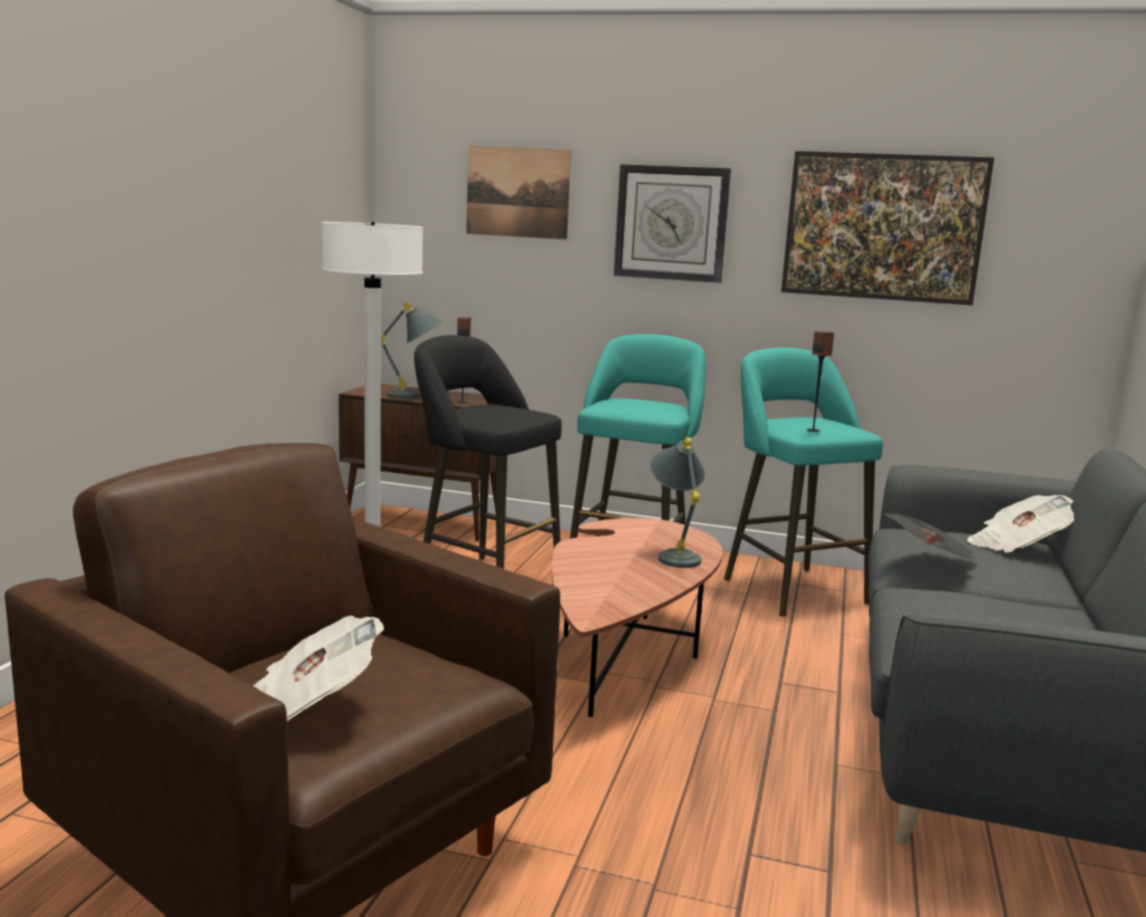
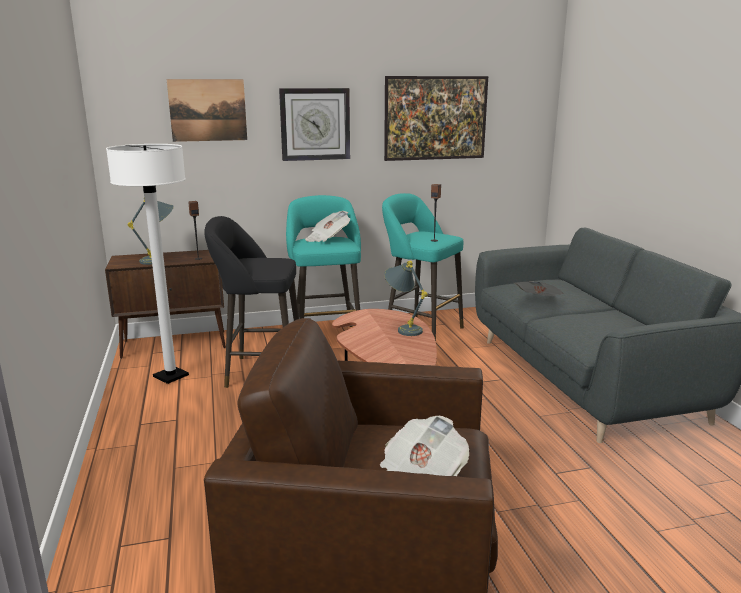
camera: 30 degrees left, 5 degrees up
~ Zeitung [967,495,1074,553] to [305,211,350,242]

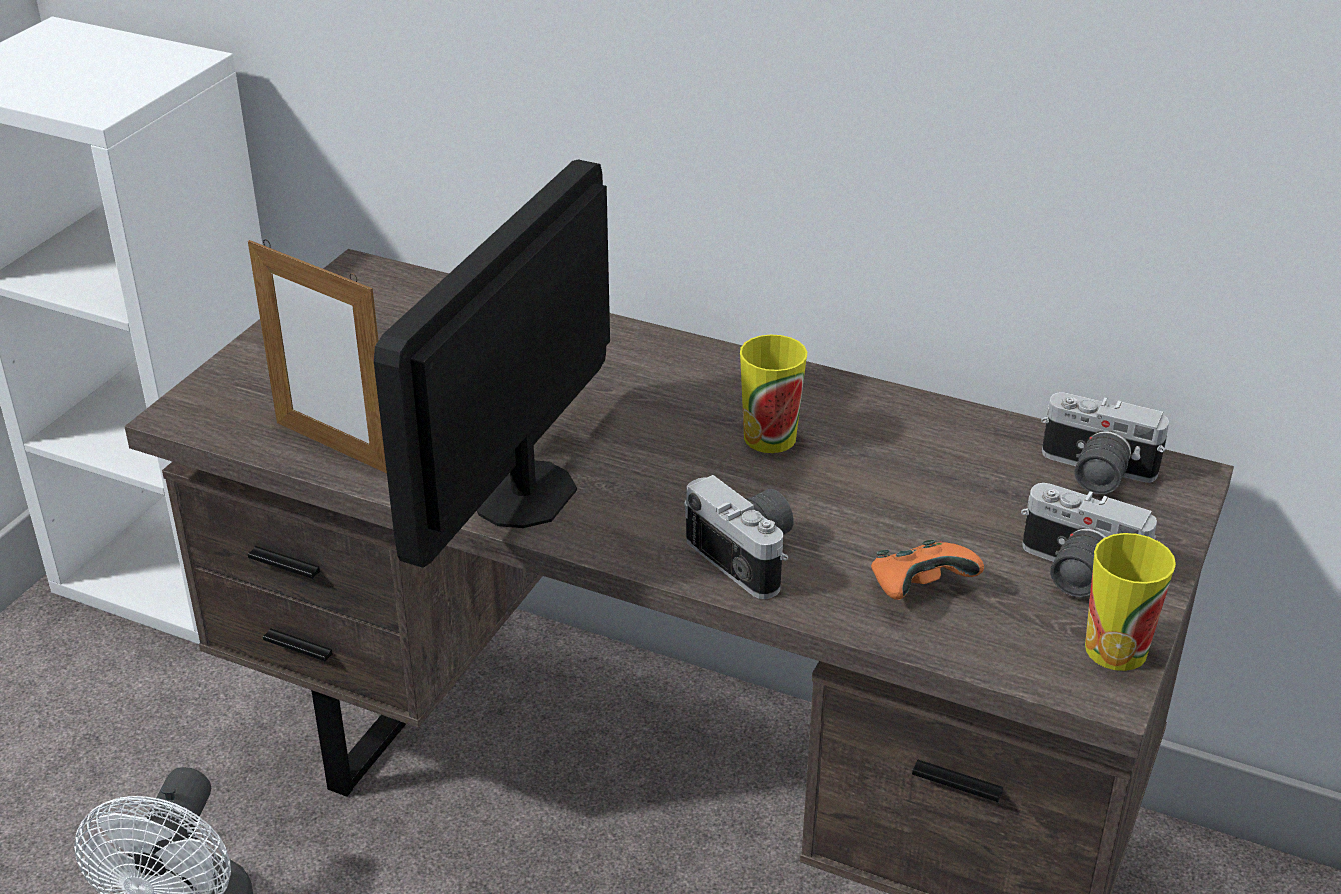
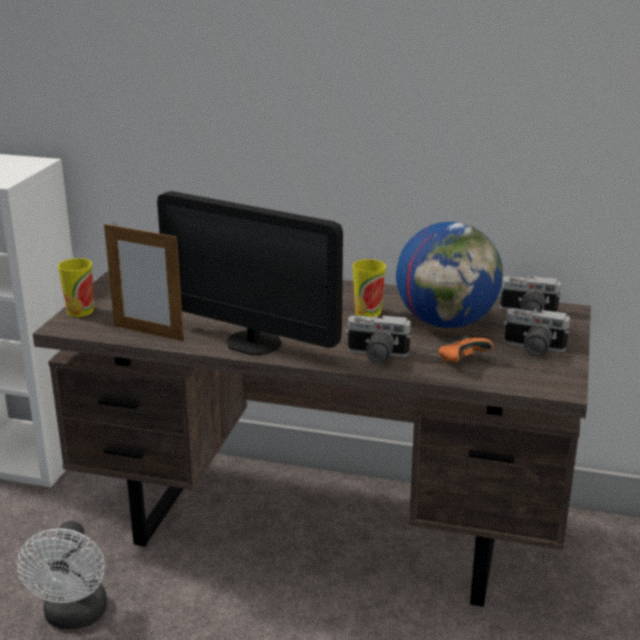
camera: 10 degrees left, 10 degrees down
~ Monitor [374,159,610,568] = [157,191,343,356] 75 degrees counterclockwise
~ Kamera [684,475,794,599] = [345,315,411,364] 150 degrees clockwise
~ Tasse [1085,533,1176,671] to [58,258,94,317]
+ Globus [396,222,503,328]

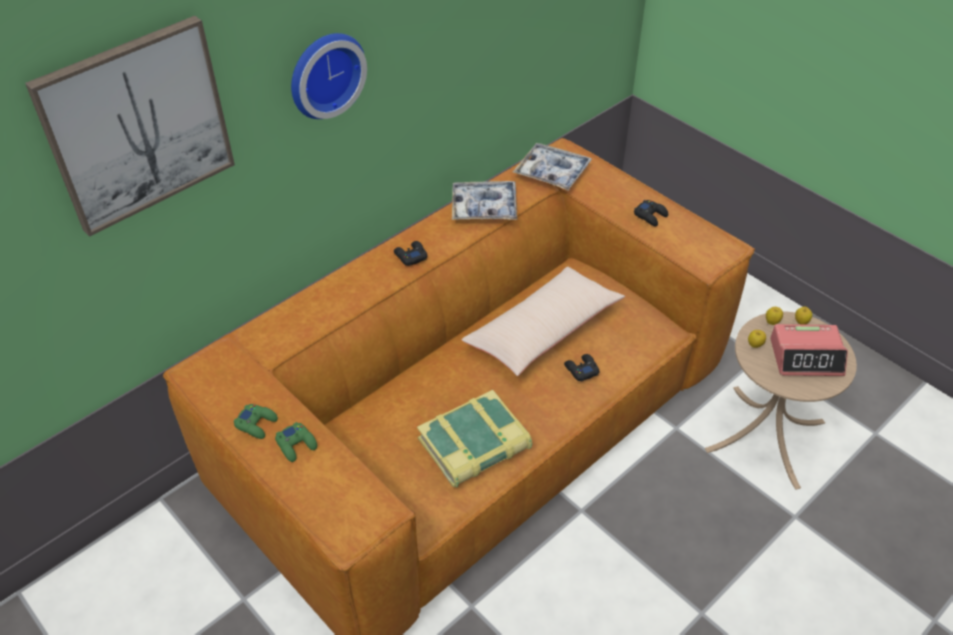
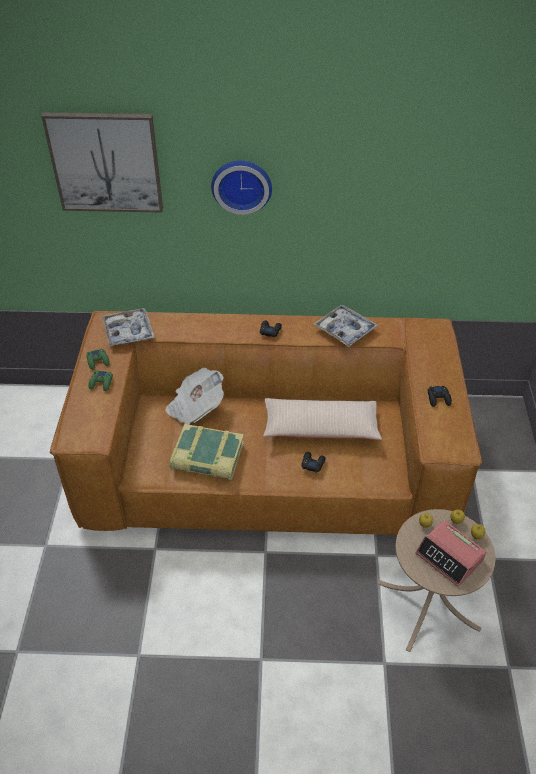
camera: 45 degrees right, 0 degrees up
~ Tablett [513,143,592,191] to [102,308,155,347]
+ Zeitung [165,368,224,425]

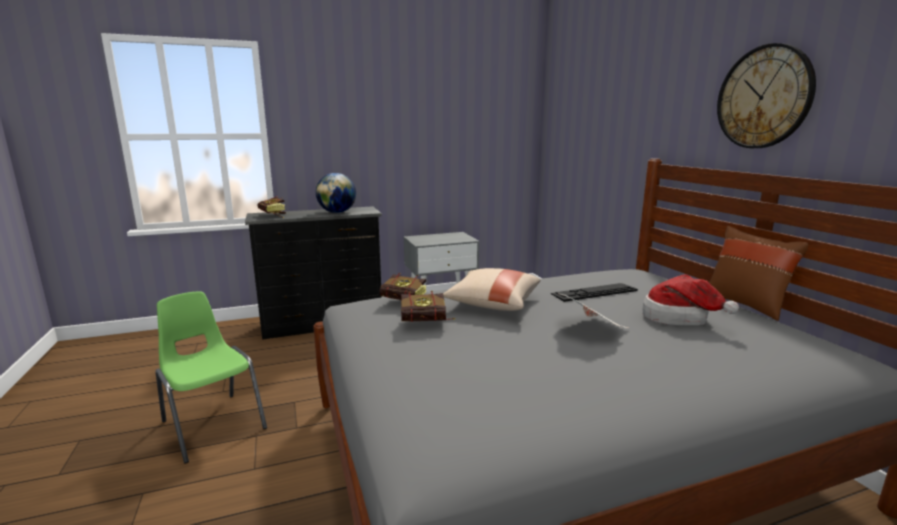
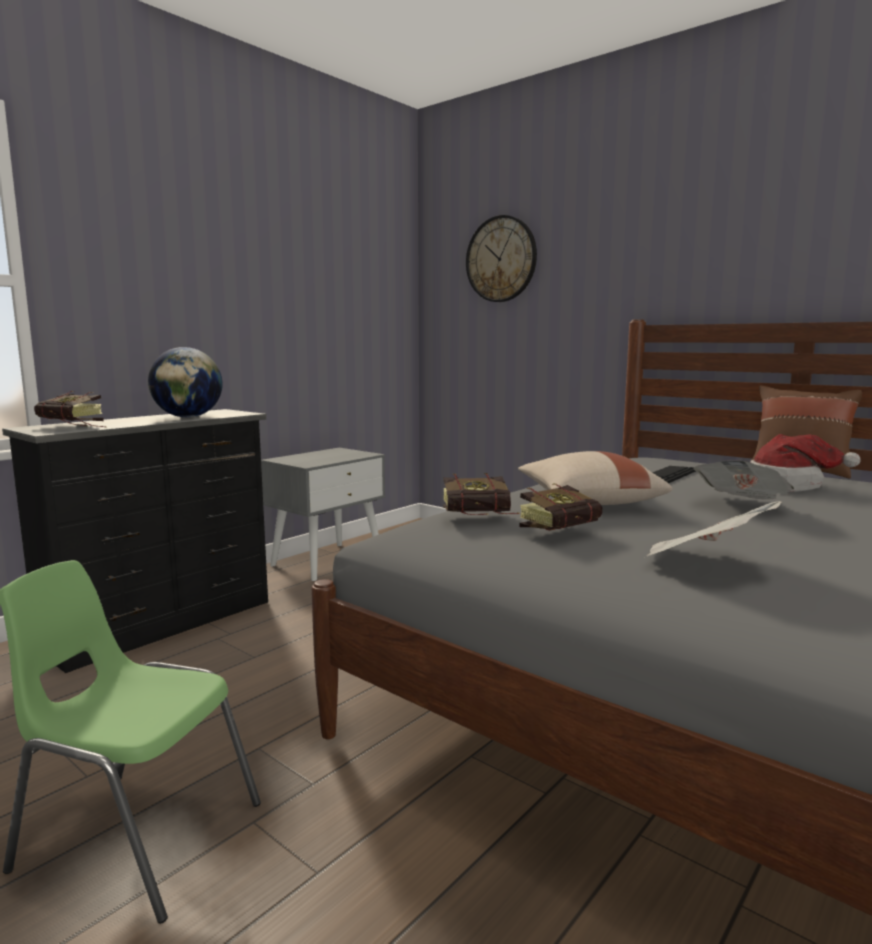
camera: 30 degrees left, 5 degrees down
~ Wanduhr [717,43,816,148] to [466,215,537,302]
+ Zeitung [648,501,782,556]

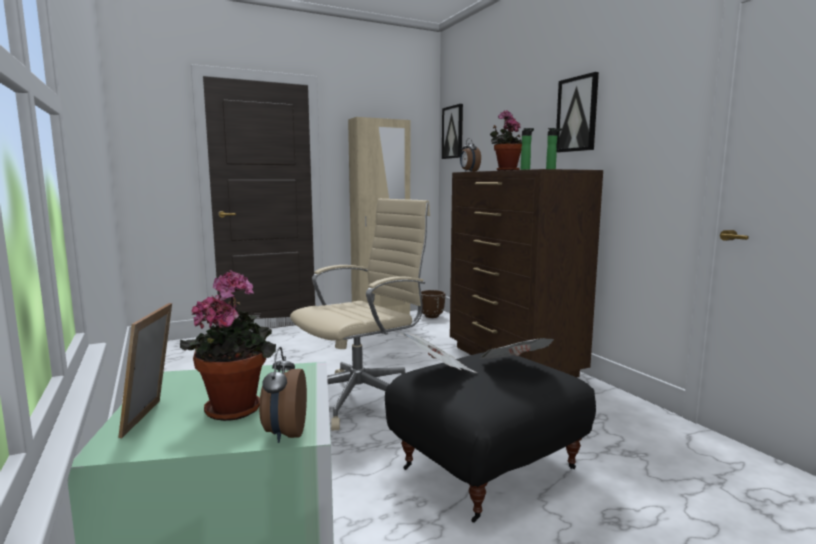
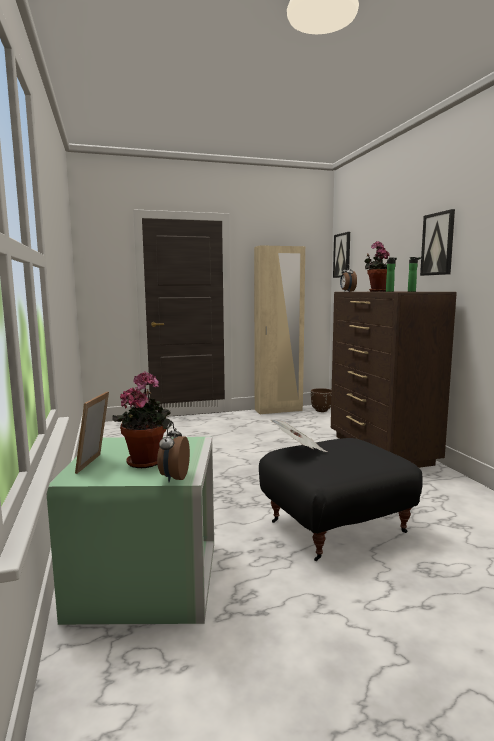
camera: 10 degrees right, 0 degrees up
- Bürostuhl [beige] [290,199,430,431]
- Zeitung [480,338,554,359]

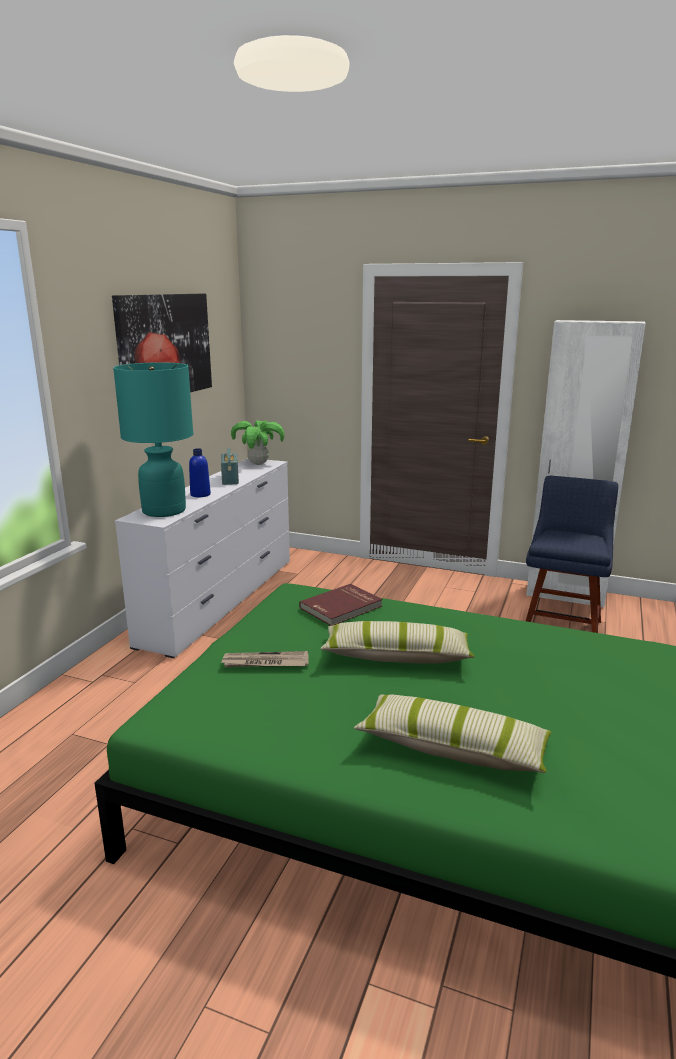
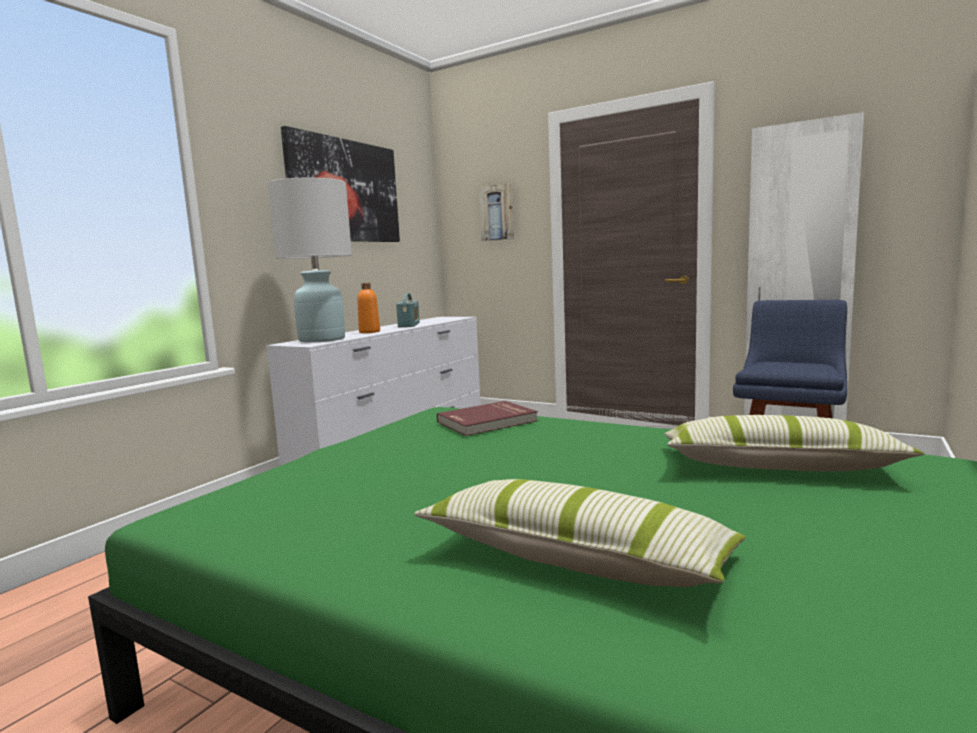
camera: 10 degrees right, 10 degrees down
~ Tischlampe [türkis] [113,362,193,517] to Tischlampe [weiß] [267,178,352,343]
~ Flasche [blau] [189,448,211,497] to Flasche [orange] [357,283,380,333]
- Zeitung [221,651,309,667]
- Topfpflanze [231,420,284,465]
~ Kissen [320,621,475,664] to [665,415,925,471]
+ Bild [479,183,514,241]

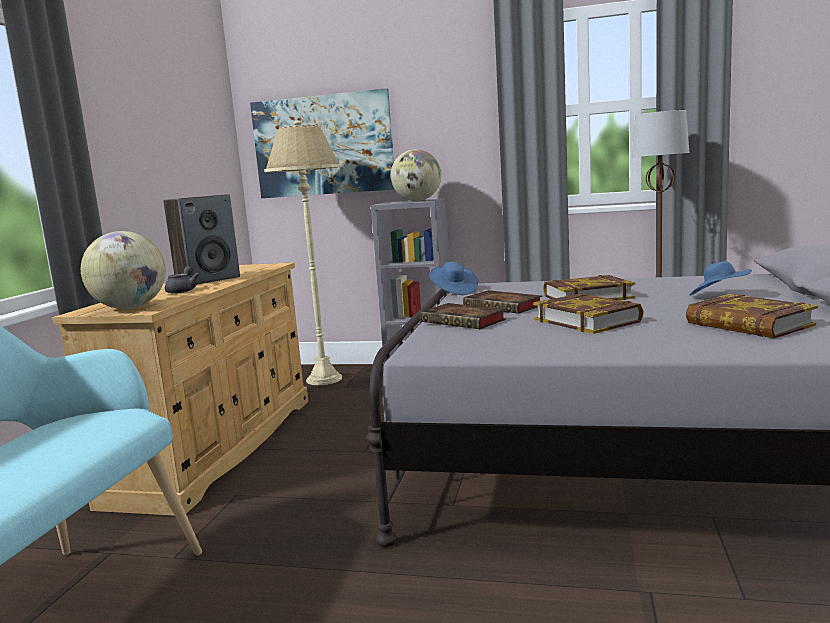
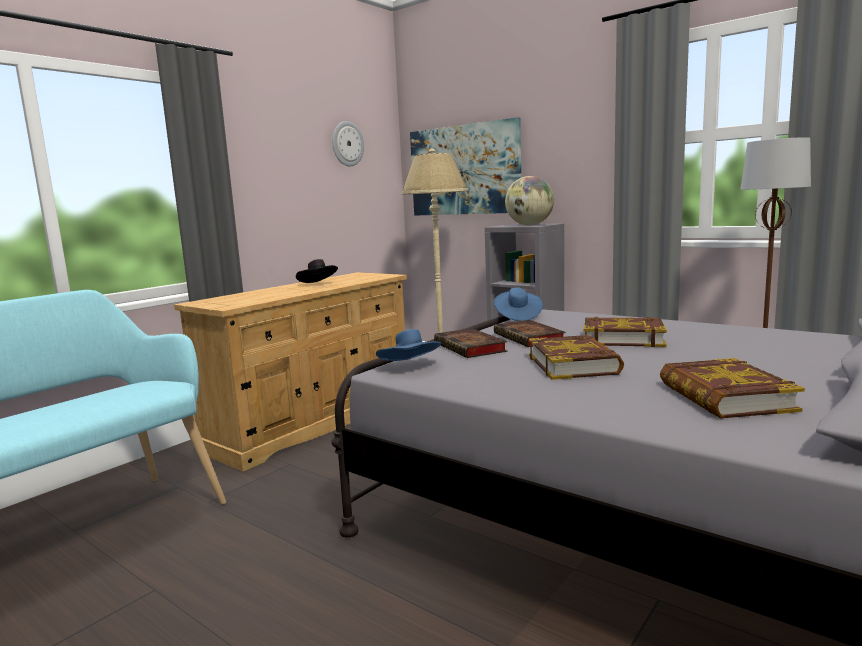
camera: 25 degrees right, 0 degrees up
- Globus [81,231,166,309]
~ Lautsprecher [164,194,240,285] to Hut [schwarz] [296,259,338,283]
- Teekanne [grau] [165,266,200,294]
~ Hut [blau] [690,261,752,296] to [376,329,442,361]
+ Wanduhr [332,121,364,166]

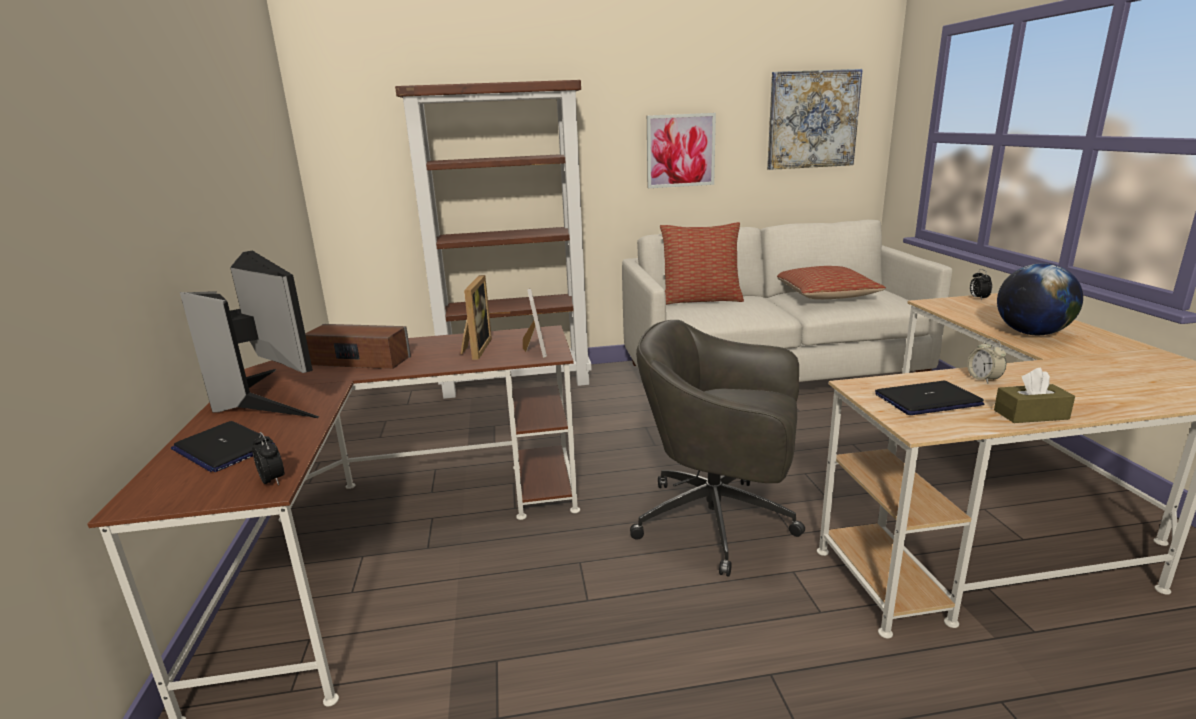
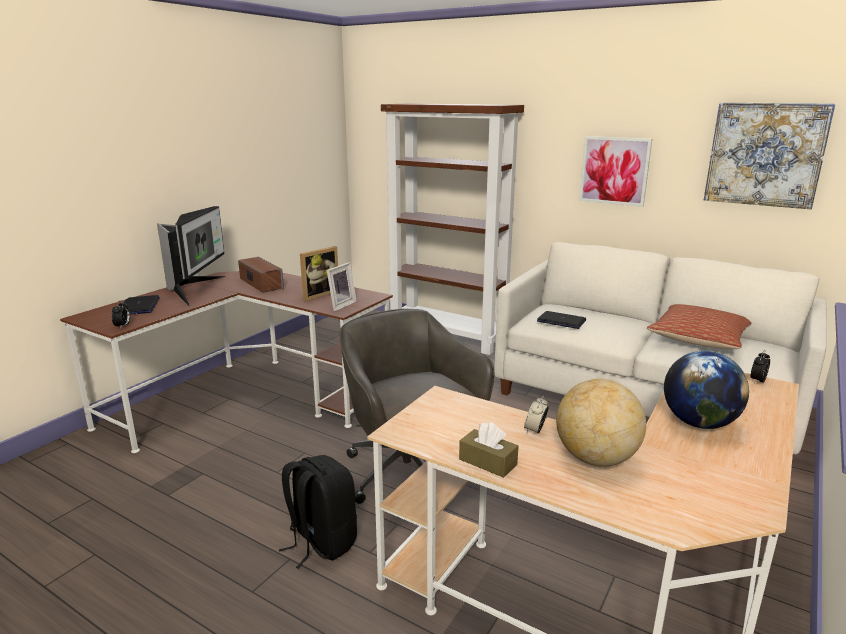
camera: 40 degrees right, 0 degrees up
- Kissen [660,222,744,305]
~ Laptop [875,381,985,415] to [537,311,586,329]
+ Rucksack [schwarz] [279,455,357,569]
+ Globus [556,379,646,467]

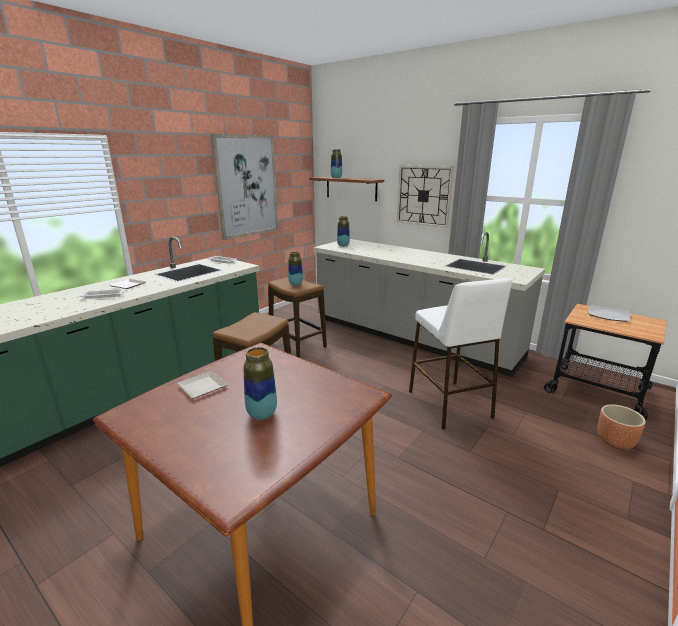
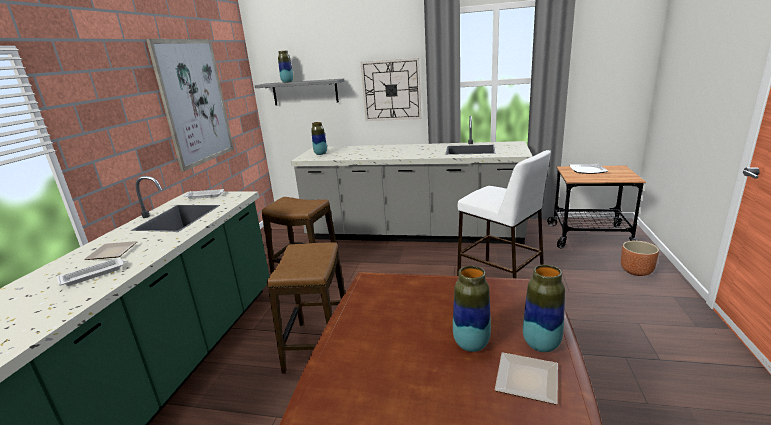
camera: 25 degrees left, 0 degrees up
~ Teller [177,371,228,399] to [495,352,558,405]
~ Vase [288,252,303,286] to [523,265,565,352]
~ Wandregal [braun] [309,177,384,201] to Wandregal [grau] [255,79,344,105]

